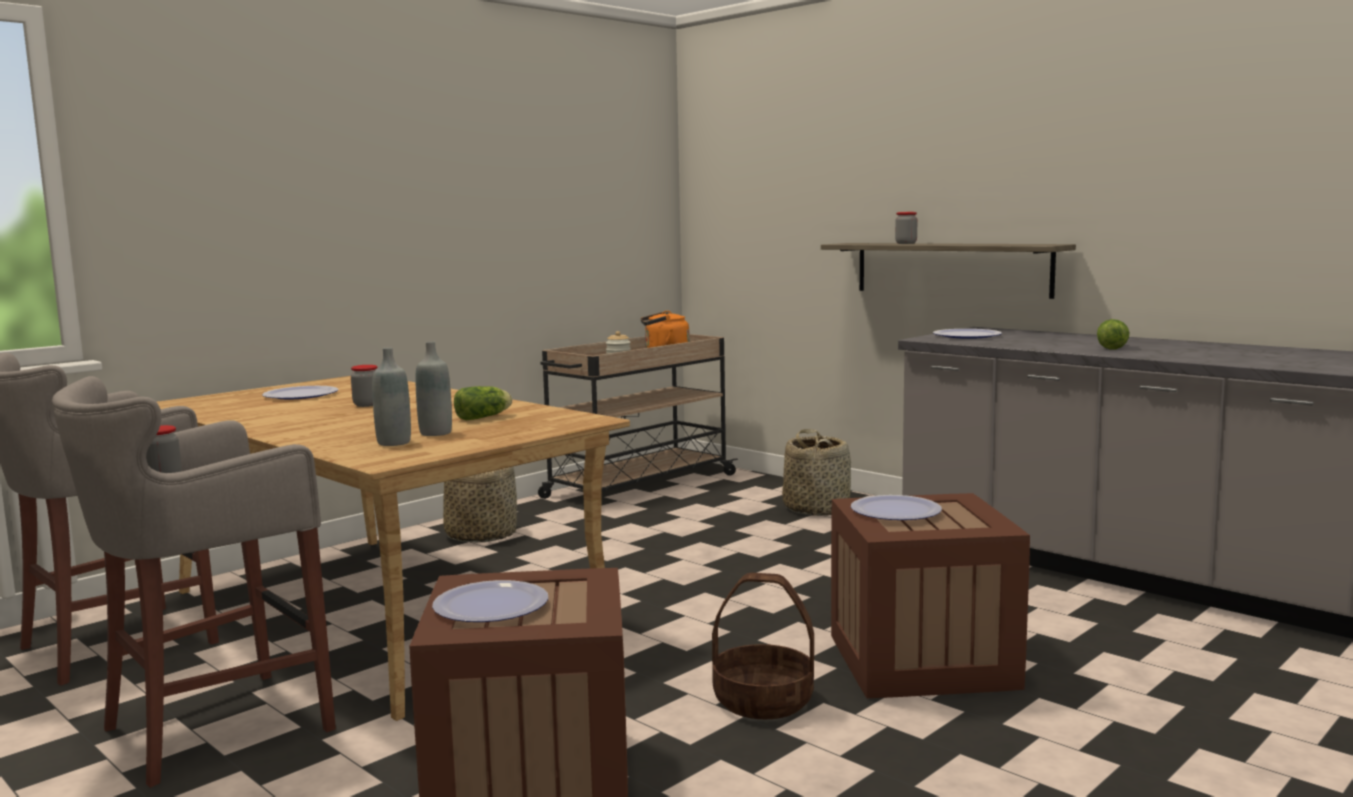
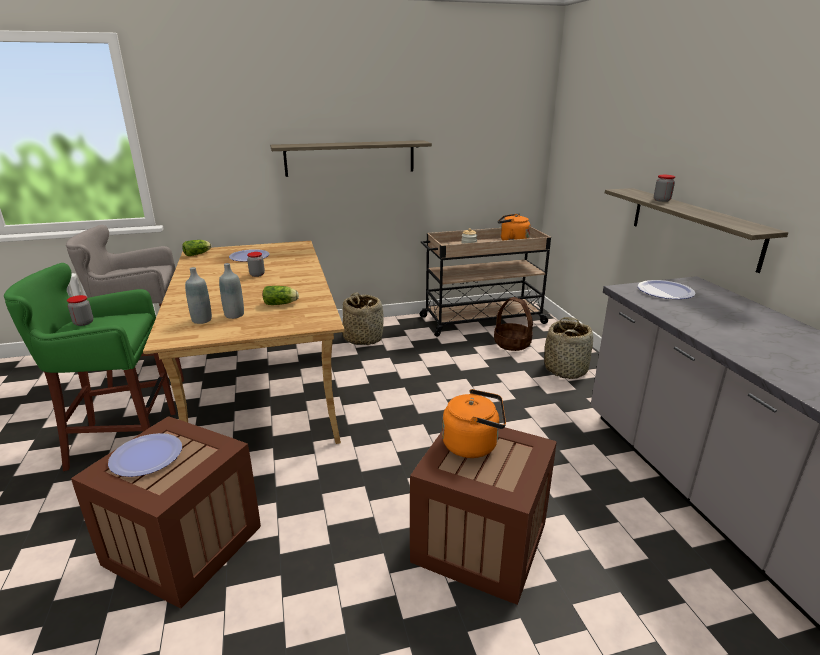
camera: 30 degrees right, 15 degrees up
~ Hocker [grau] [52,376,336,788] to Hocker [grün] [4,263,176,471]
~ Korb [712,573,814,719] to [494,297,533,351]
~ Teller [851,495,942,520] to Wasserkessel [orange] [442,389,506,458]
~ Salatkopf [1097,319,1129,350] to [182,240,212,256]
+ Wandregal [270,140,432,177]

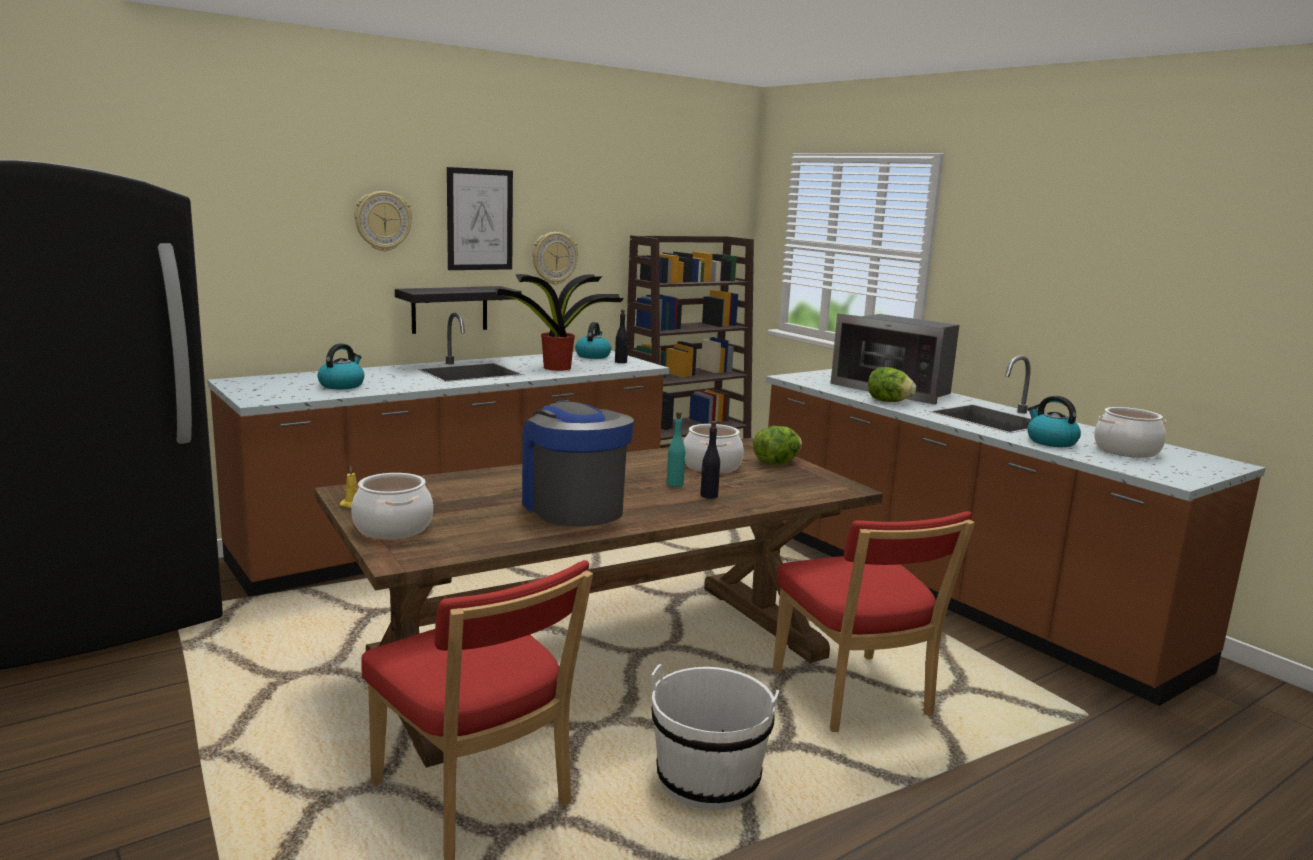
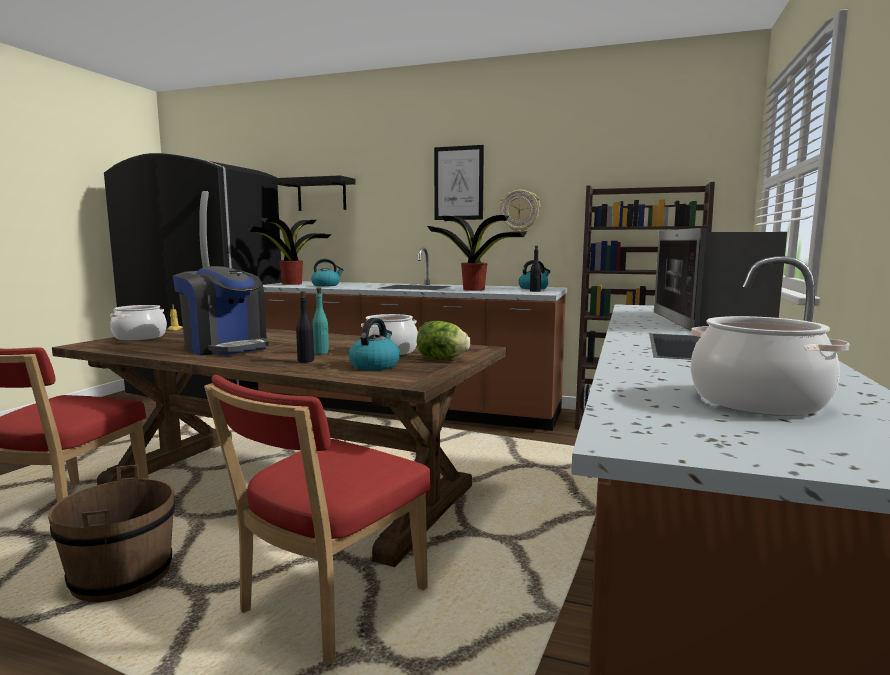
camera: 55 degrees right, 5 degrees down
- Wanduhr [354,191,412,252]
~ Wandregal [schwarz] [395,286,522,334] to [271,175,356,211]
~ Kaffeemaschine [522,400,634,527] = [173,266,269,356] 105 degrees clockwise
~ Eimer [weiß] [651,664,779,810] to Eimer [braun] [48,465,175,602]
- Salatkopf [868,367,916,402]
~ Wasserkessel [1028,396,1081,447] to [349,318,400,370]
+ Topfpflanze [247,218,331,285]

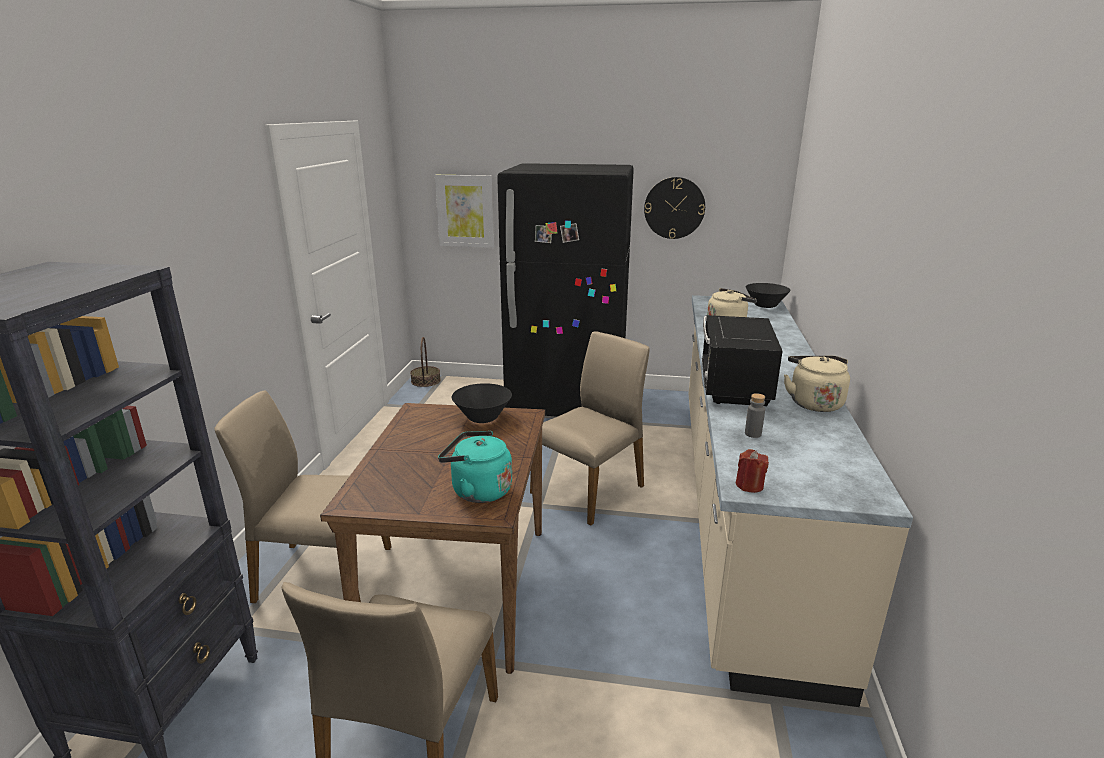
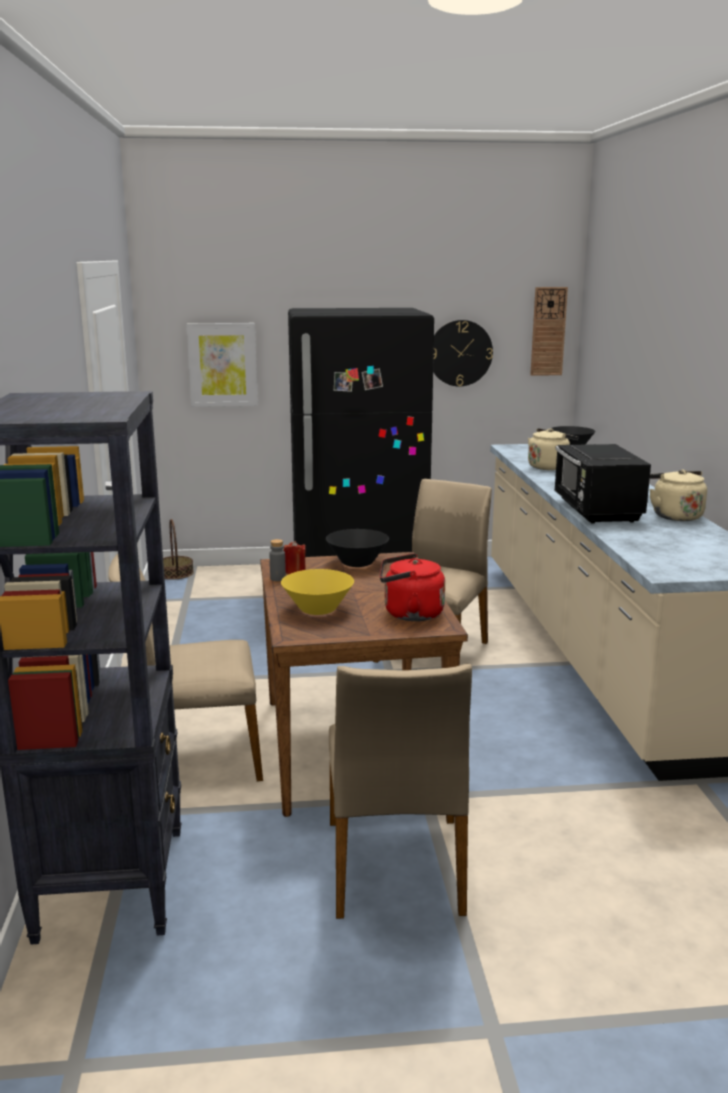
camera: 15 degrees left, 5 degrees down
~ Wasserkessel [türkis] [438,431,512,503] to Wasserkessel [rot] [380,553,445,621]
~ Kerze [rot] [736,449,769,493] to [283,541,306,574]
~ Flasche [grau] [745,393,765,438] to [270,539,286,581]
+ Schüssel [gelb] [281,569,354,615]
+ Wanduhr [530,287,568,376]

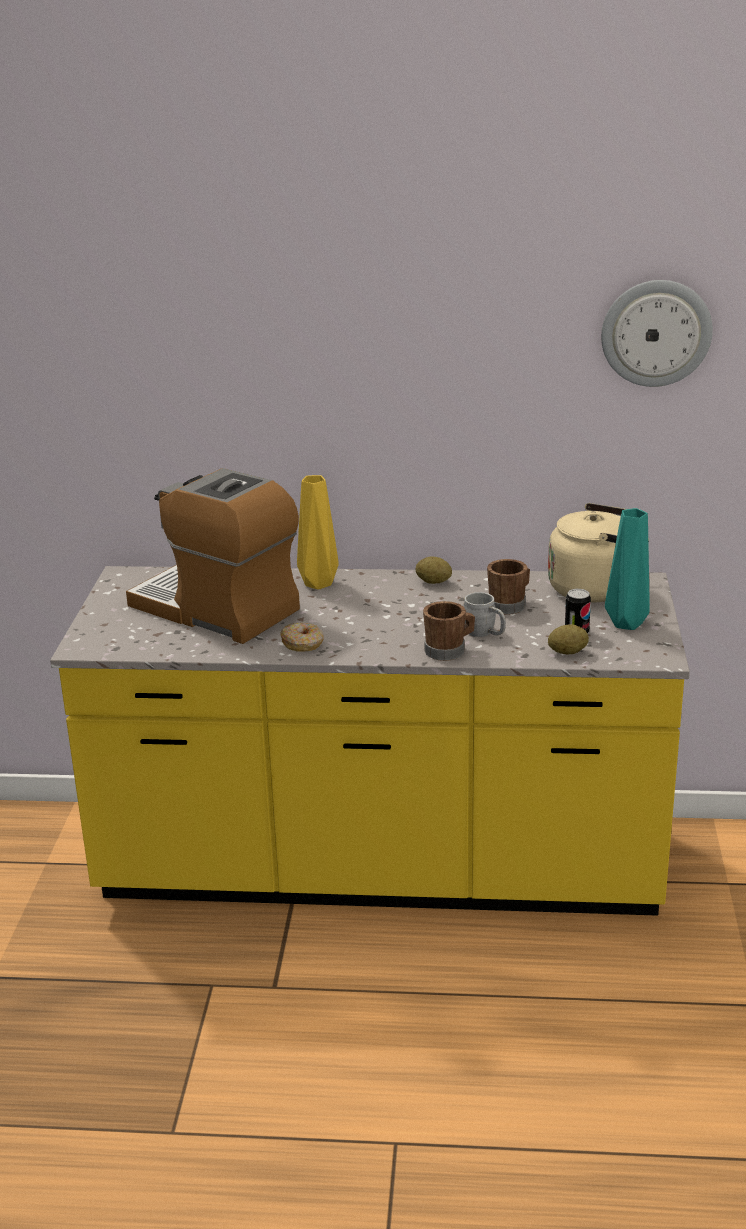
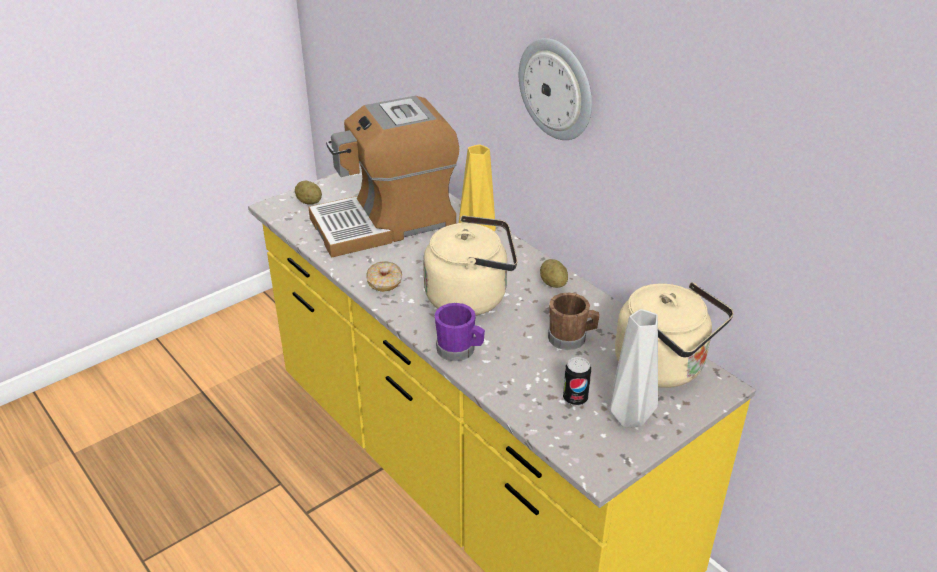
camera: 45 degrees right, 10 degrees up
~ Kaffeemaschine [126,468,300,644] = [308,96,459,258] 105 degrees counterclockwise
~ Henkelbecher [braun] [423,601,475,661] to Henkelbecher [lila] [435,303,485,361]
- Henkelbecher [grau] [464,592,506,637]
~ Kartoffel [548,624,589,654] to [295,181,322,205]
~ Wanduhr [601,280,713,387] to [519,38,592,140]
~ Vase [türkis] [605,508,650,630] to Vase [grau] [610,309,658,428]
+ Wasserkessel [beige] [423,215,517,316]

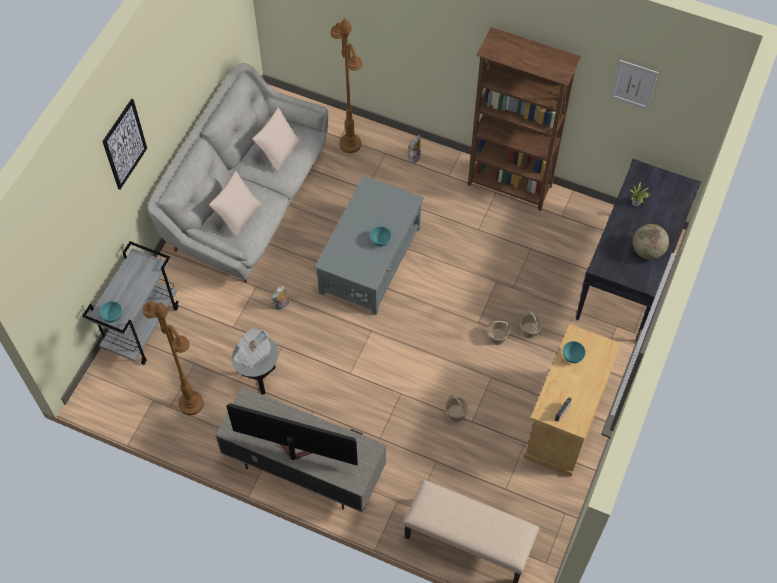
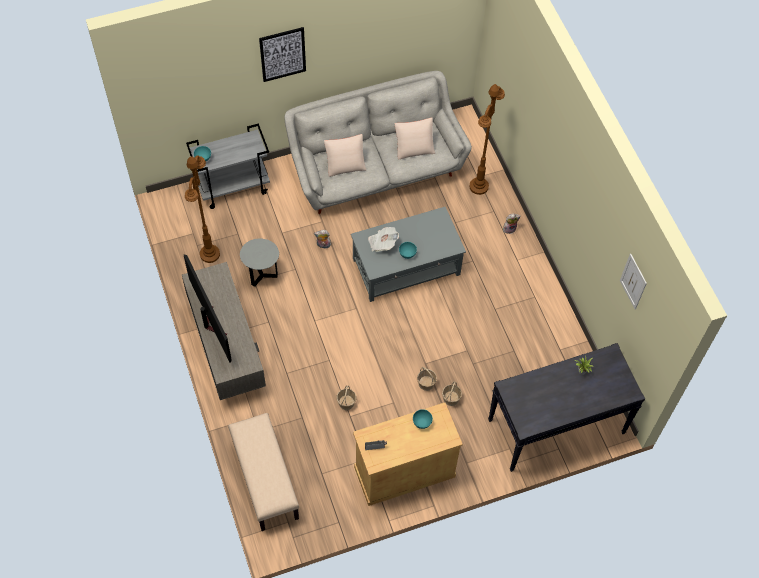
camera: 45 degrees right, 0 degrees up
~ Zeitung [234,328,271,369] to [368,227,399,252]
- Bücherregal [braun] [468,27,581,211]
- Globus [633,224,669,260]

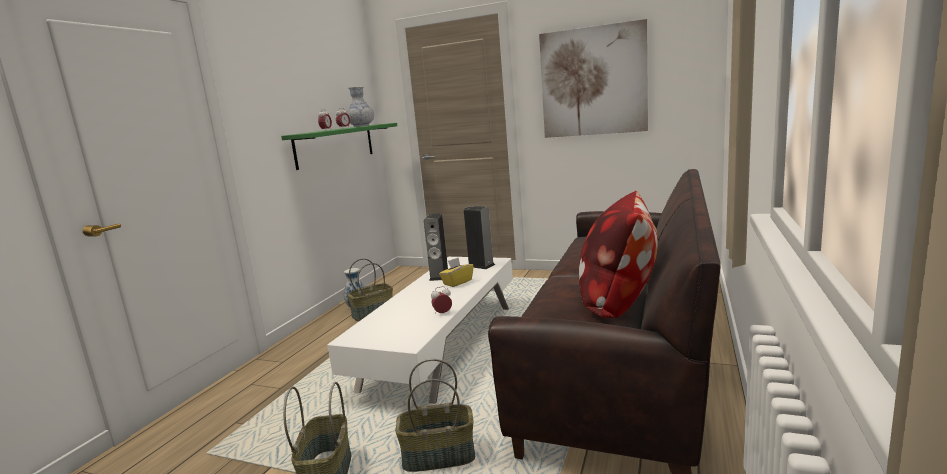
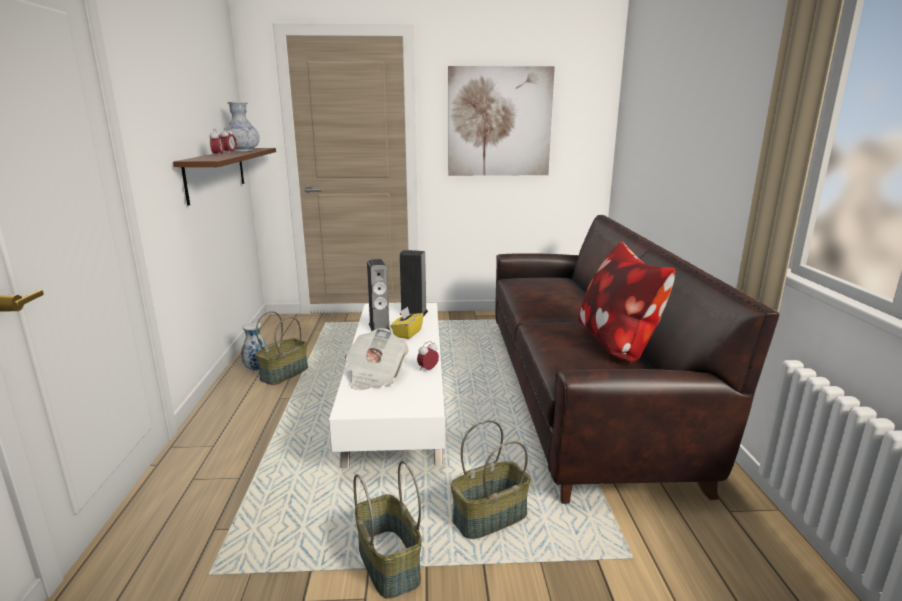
camera: 25 degrees left, 5 degrees up
~ Wandregal [grün] [281,123,397,170] to Wandregal [braun] [173,148,276,206]
+ Zeitung [345,328,409,390]

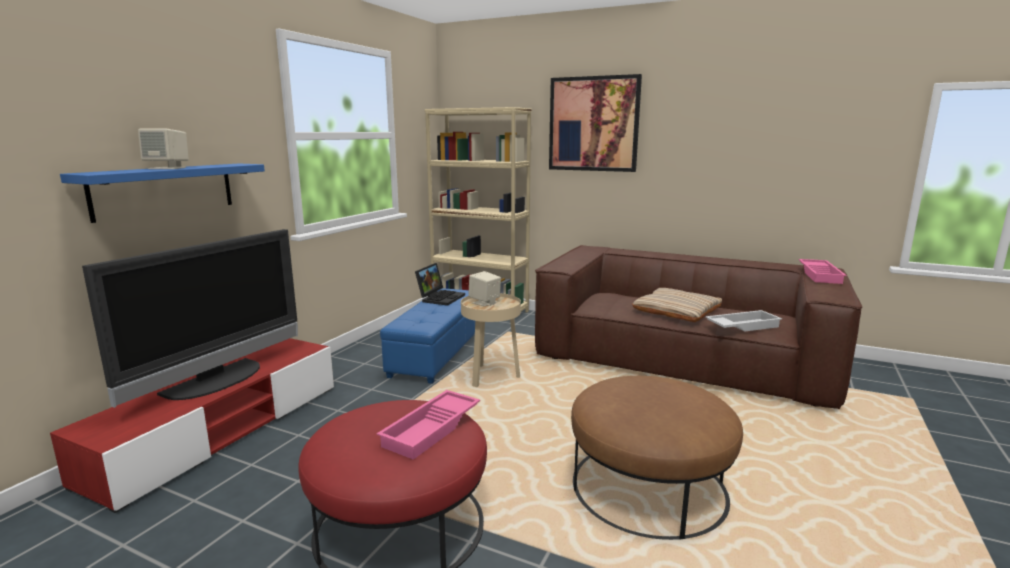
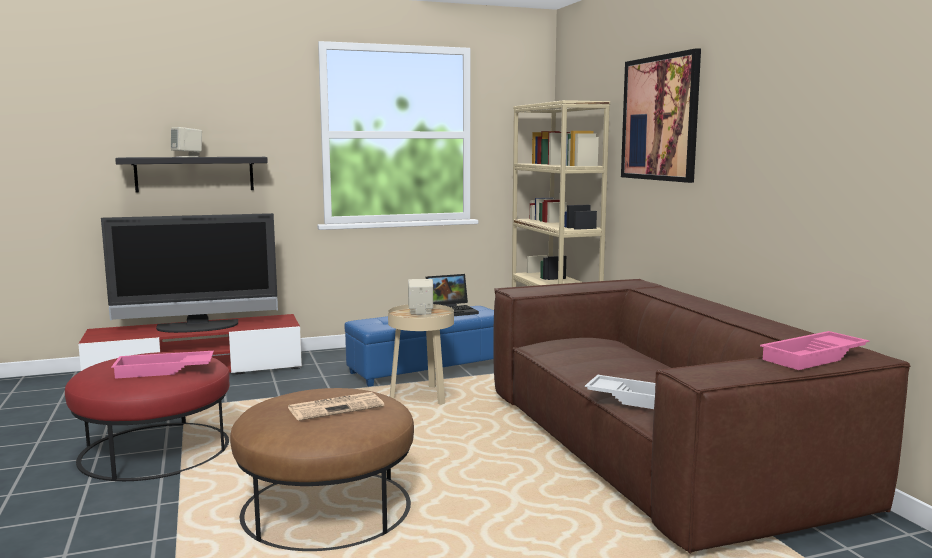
camera: 45 degrees right, 5 degrees down
~ Wandregal [blau] [60,163,265,223] to Wandregal [schwarz] [115,157,268,193]
- Kissen [beige] [632,288,722,322]
+ Zeitung [287,392,384,421]

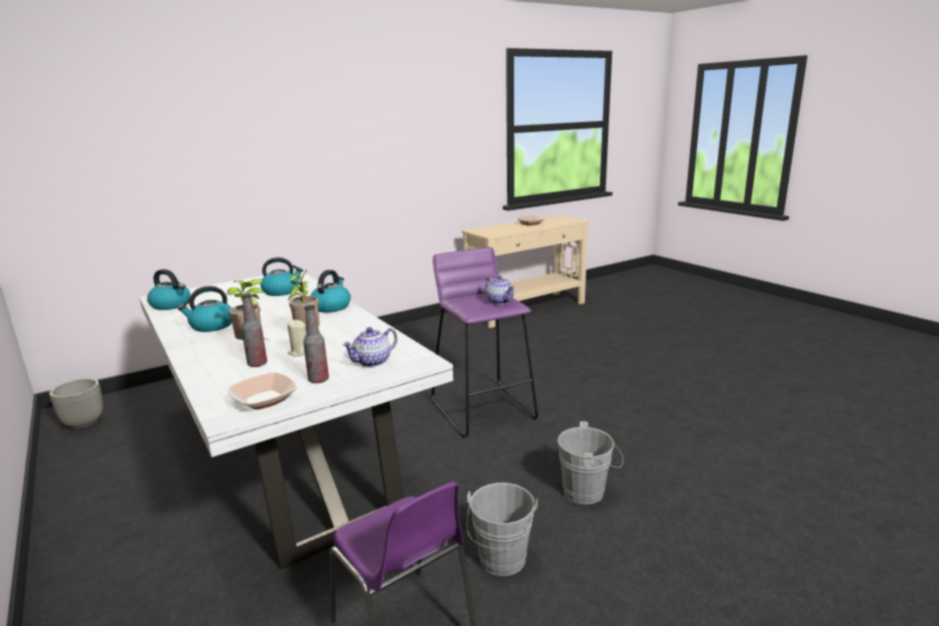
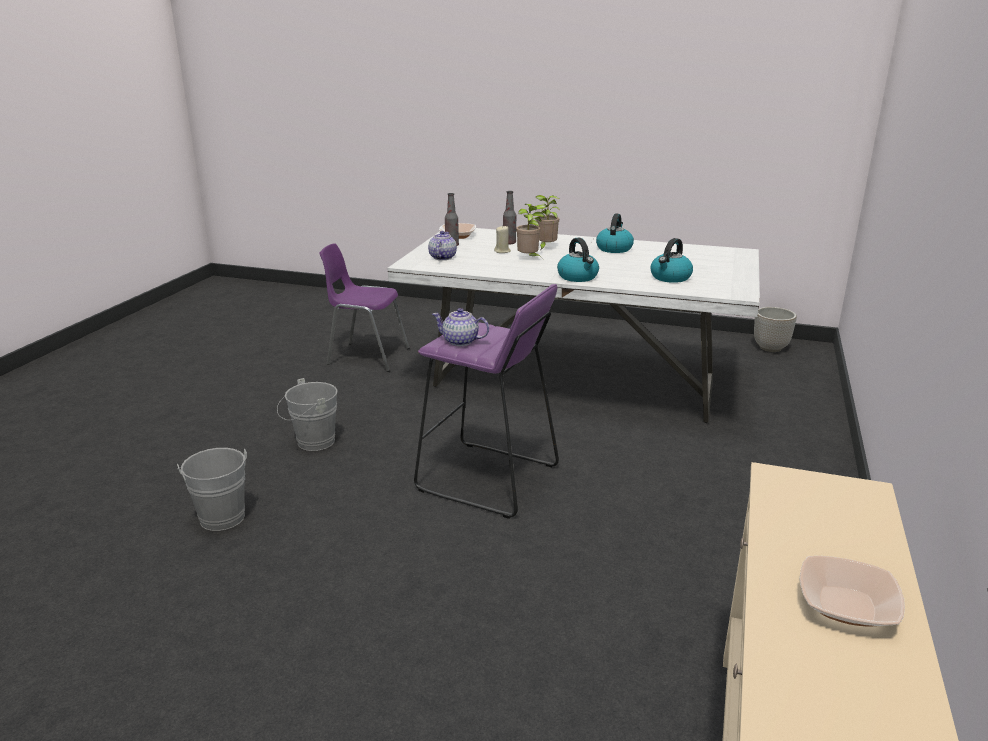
camera: 140 degrees right, 5 degrees up
- Wasserkessel [147,269,190,310]
~ Eimer [grau] [467,483,538,576] to [177,448,247,531]

